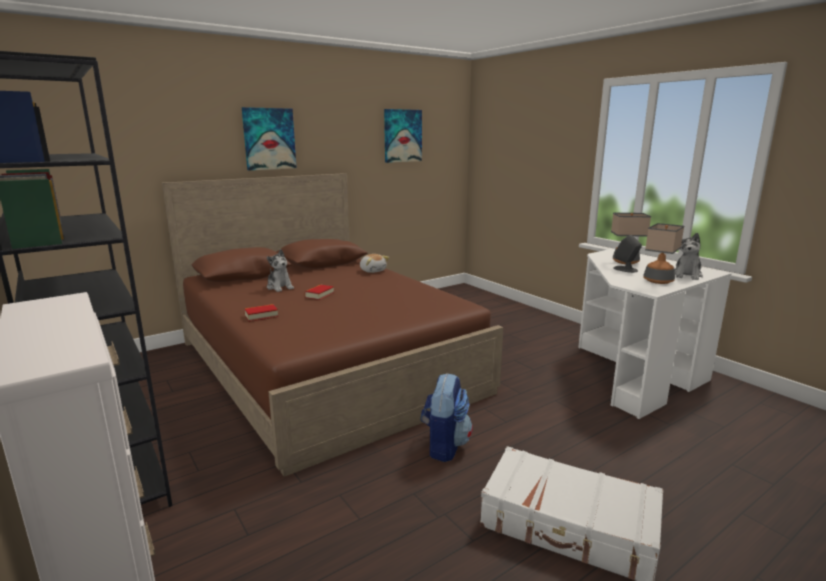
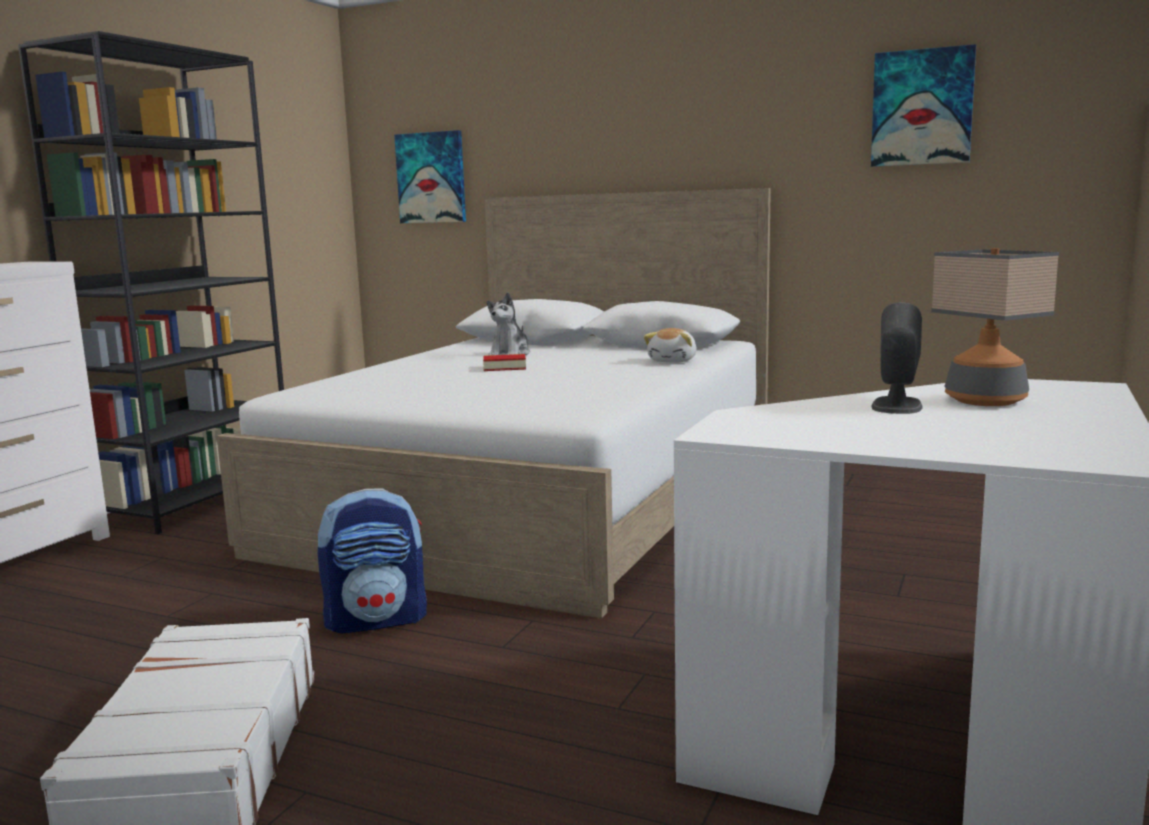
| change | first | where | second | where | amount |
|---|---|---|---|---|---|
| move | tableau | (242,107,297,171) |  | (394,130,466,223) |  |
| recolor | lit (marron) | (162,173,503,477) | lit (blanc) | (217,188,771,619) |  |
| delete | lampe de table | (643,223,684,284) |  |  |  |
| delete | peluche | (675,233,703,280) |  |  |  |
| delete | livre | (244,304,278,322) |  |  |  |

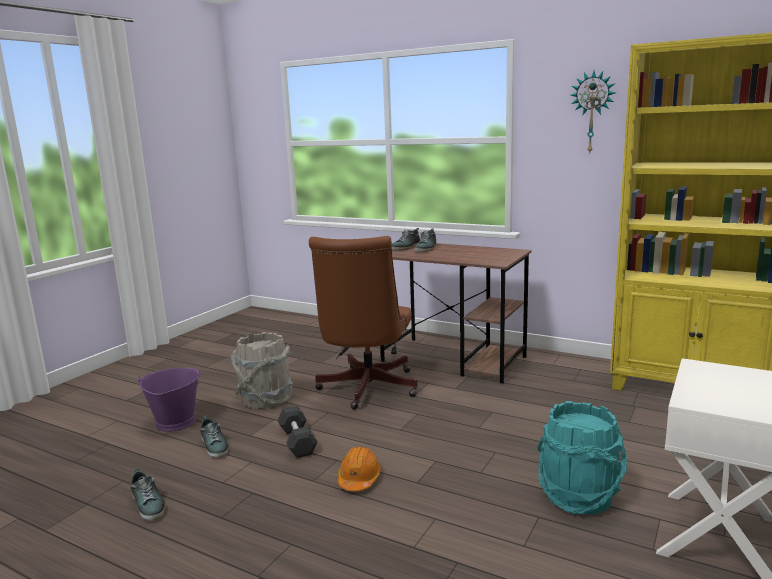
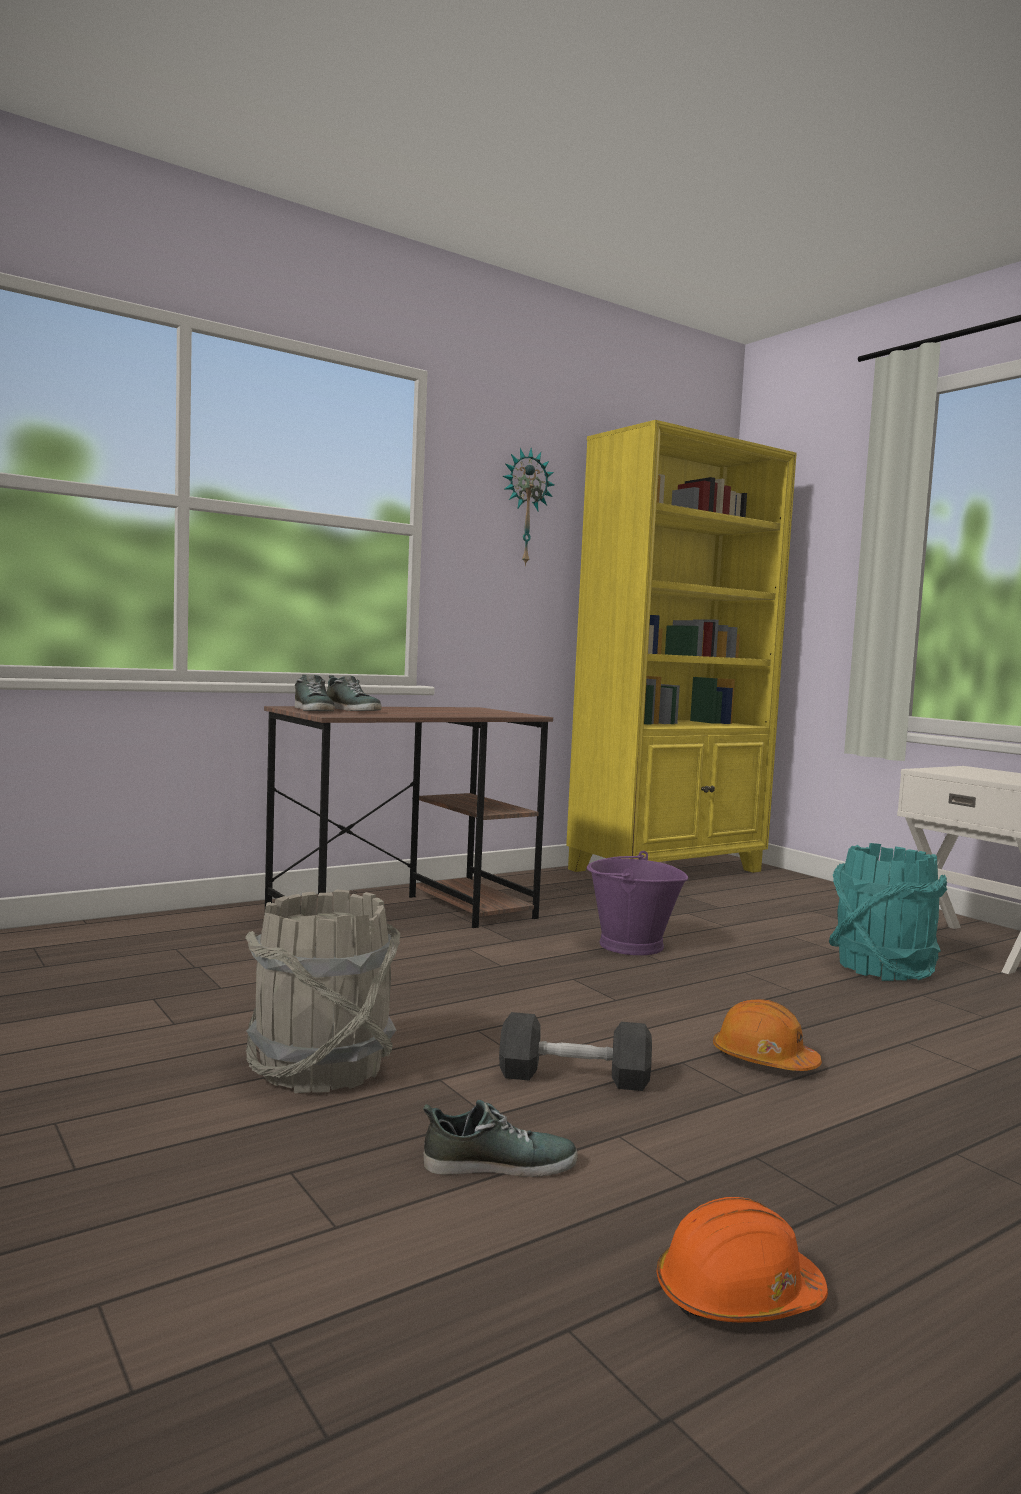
| change | first | where | second | where | amount |
|---|---|---|---|---|---|
| delete | chaise de bureau (marron) | (309,236,418,409) |  |  |  |
| move | seau (violet) | (137,368,202,432) |  | (587,851,688,955) |  |
| replace | chaussure | (130,468,165,521) | casque de chantier (orange) | (657,1197,828,1322) |  |

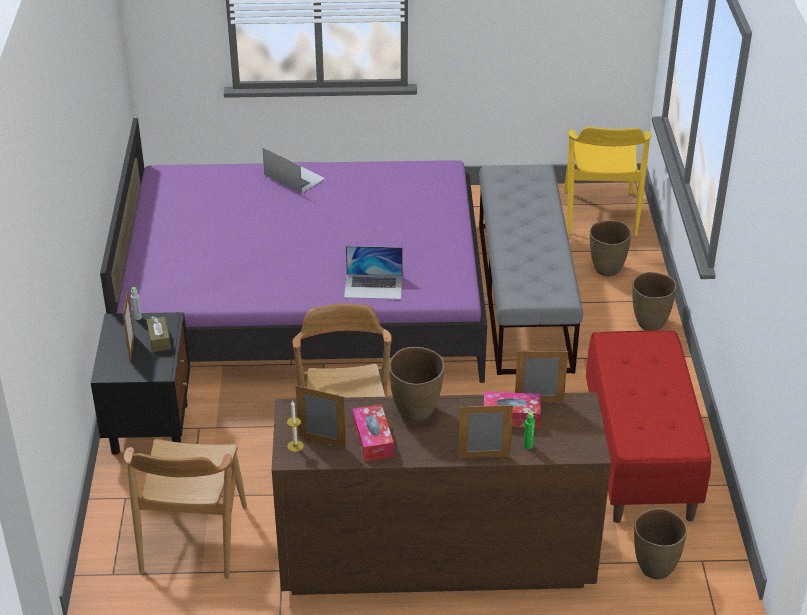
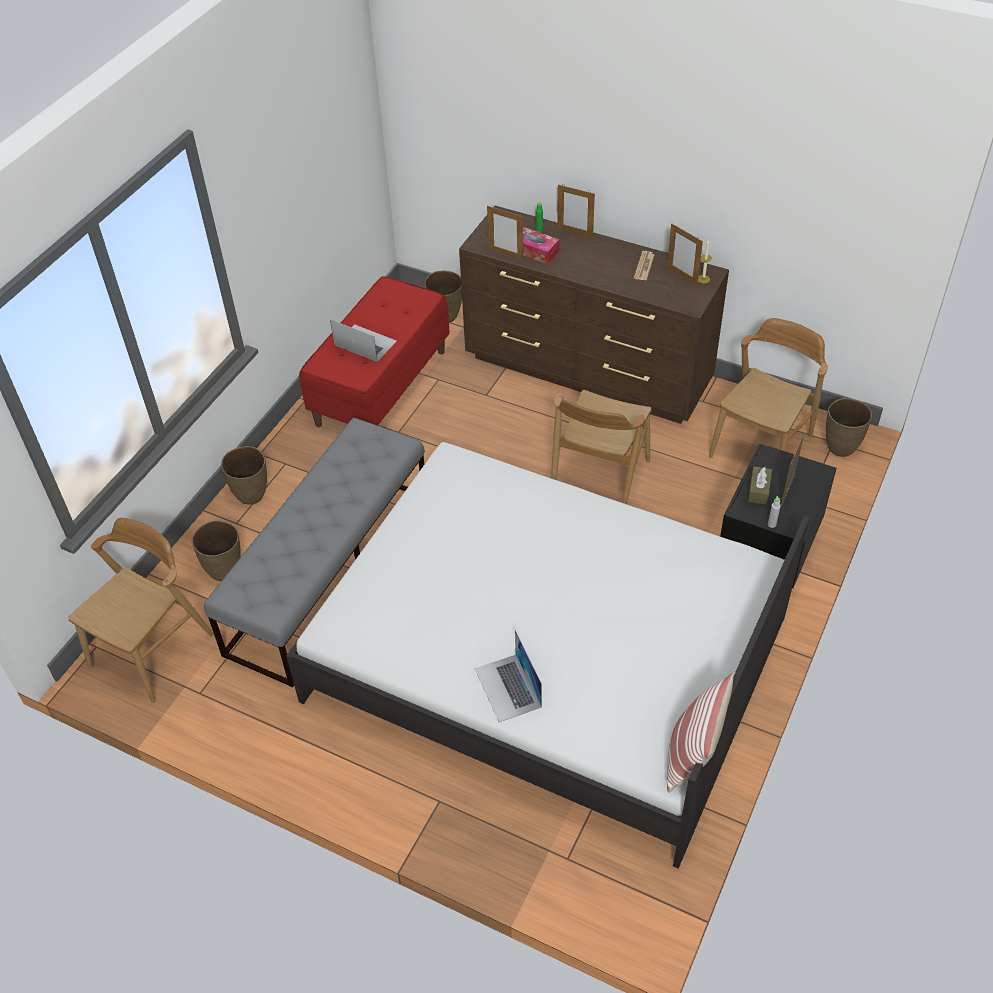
| change | first | where | second | where | amount |
|---|---|---|---|---|---|
| recolor | lit (violet) | (100,118,487,383) | lit (blanc) | (286,442,810,869) |  |
| recolor | chaise (jaune) | (564,127,651,236) | chaise (marron) | (68,518,214,703) |  |
| move | ordinateur portable | (344,246,403,299) |  | (330,319,397,362) |  |
| move | vase (marron) | (389,347,444,422) |  | (826,398,872,457) |  |
| replace | boîte à mouchoirs | (353,404,394,461) | journal | (634,251,655,281) |  |
| insert |  |  | coussin | (667,673,734,793) |  |

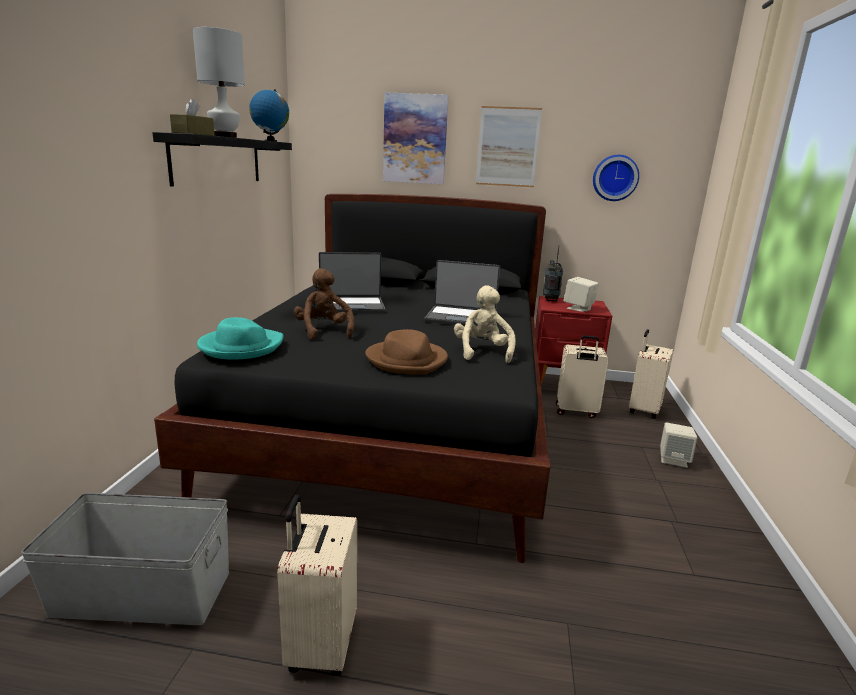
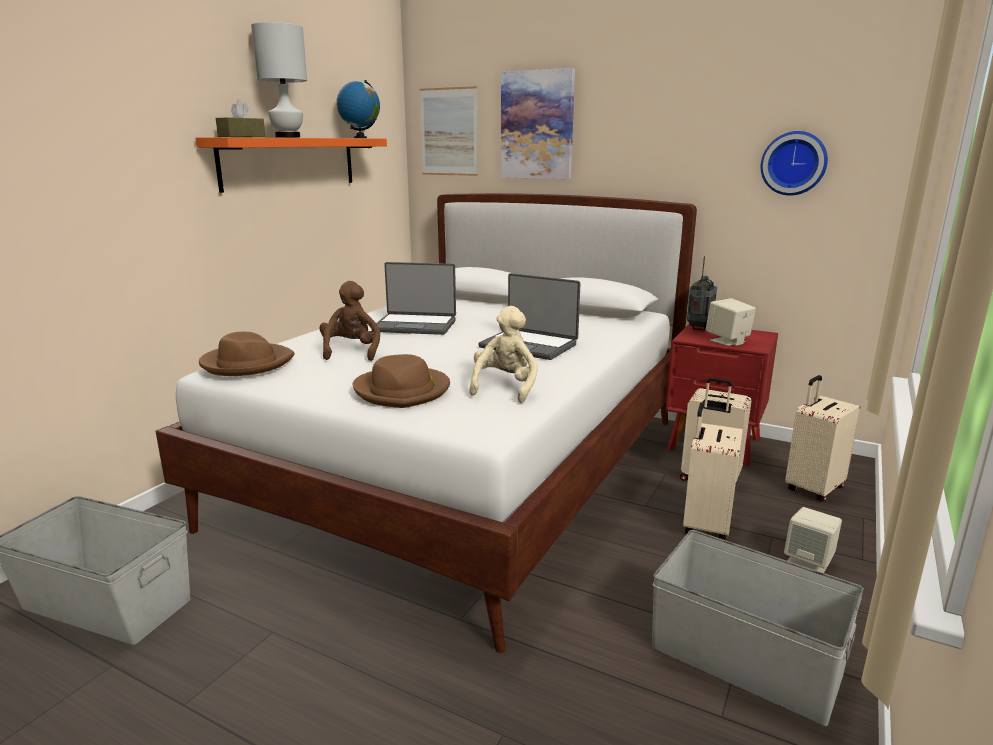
| change | first | where | second | where | amount |
|---|---|---|---|---|---|
| move | tableau | (476,106,542,187) |  | (420,86,478,176) |  |
| recolor | étagère (noir) | (152,132,292,186) | étagère (orange) | (196,137,387,193) |  |
| recolor | lit (noir) | (154,194,550,563) | lit (blanc) | (155,193,697,653) |  |
| recolor | chapeau (turquoise) | (197,317,284,360) | chapeau (marron) | (199,332,294,376) |  |
| move | valise (beige) | (277,495,357,676) |  | (683,402,743,540) |  |
| insert |  |  | boîte de rangement (gris) | (652,530,864,726) |  |

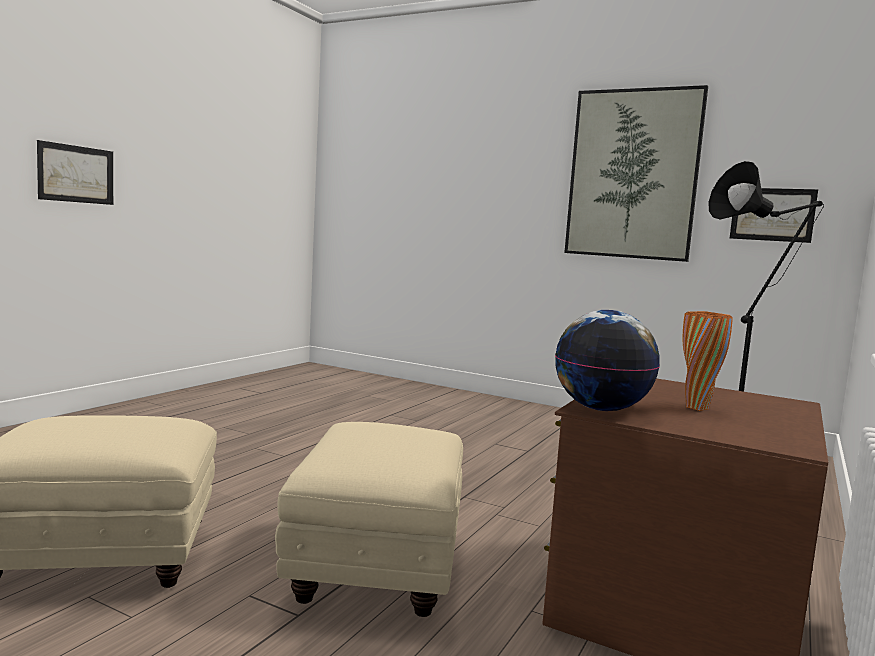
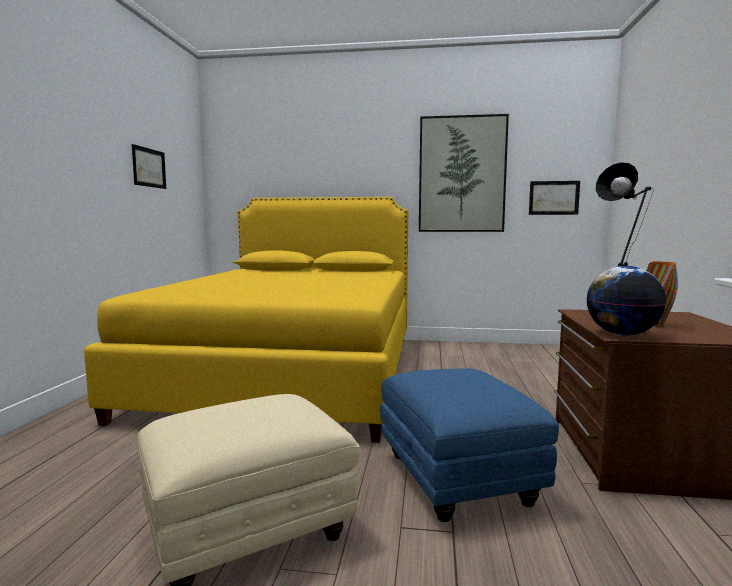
| change | first | where | second | where | amount |
|---|---|---|---|---|---|
| move | tableau | (37,140,113,205) |  | (132,144,166,189) |  |
| recolor | pouf (beige) | (275,422,463,617) | pouf (bleu) | (380,369,559,522) |  |
| insert |  |  | lit (jaune) | (84,197,408,443) |  |

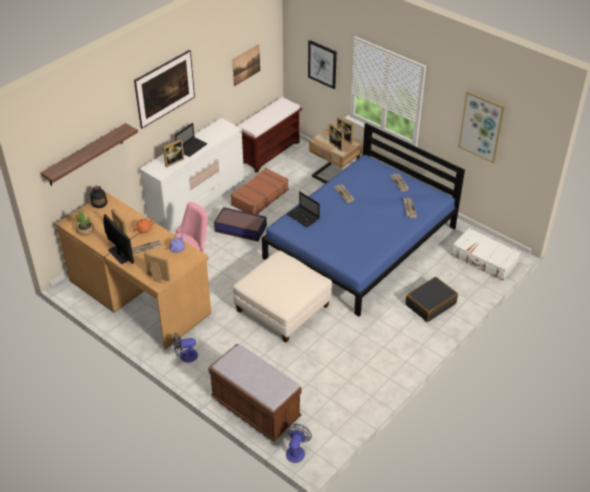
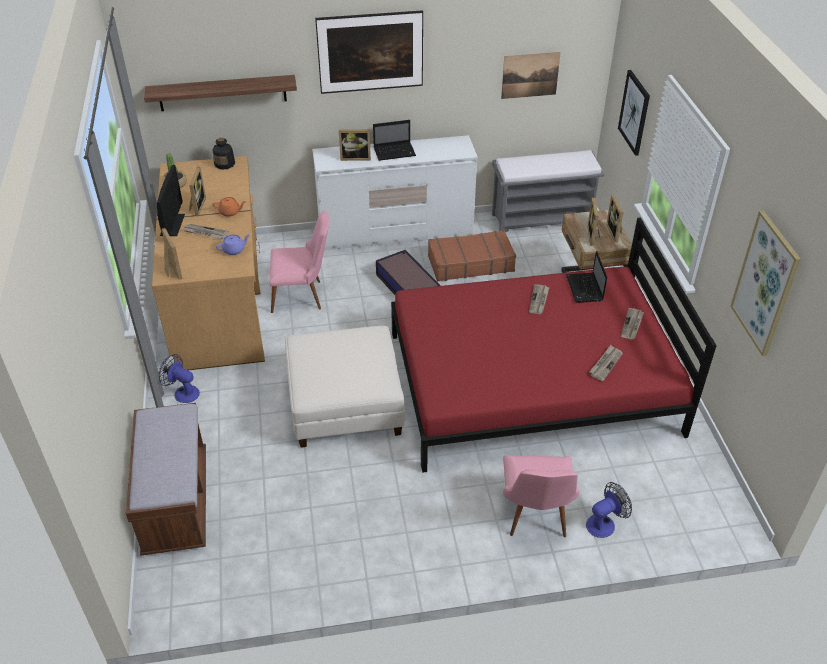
| change | first | where | second | where | amount |
|---|---|---|---|---|---|
| recolor | banc (marron) | (238,97,302,173) | banc (gris) | (492,150,604,233) |  |
| recolor | lit (bleu) | (262,123,465,317) | lit (rouge) | (391,217,717,473) |  |
| move | ordinateur portable | (287,191,320,227) |  | (566,251,607,303) |  |
| delete | valise (blanc) | (451,228,521,281) |  |  |  |
| replace | valise (noir) | (405,277,458,322) | chaise (rose) | (503,455,579,537) |  |
| move | ventilateur | (286,424,312,463) |  | (586,482,632,538) |  |

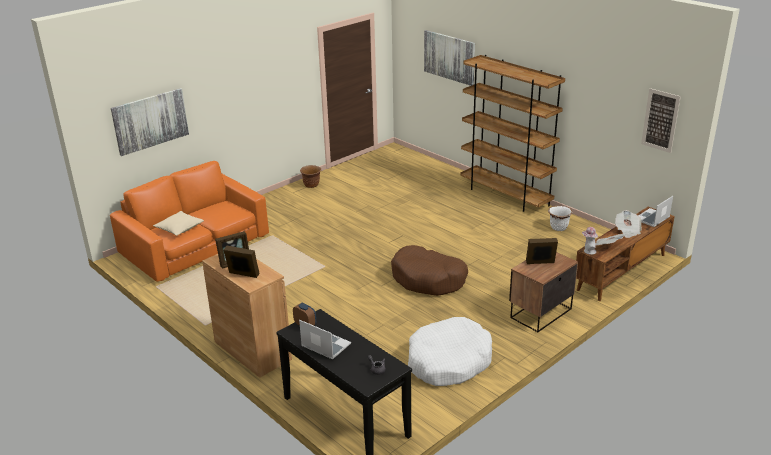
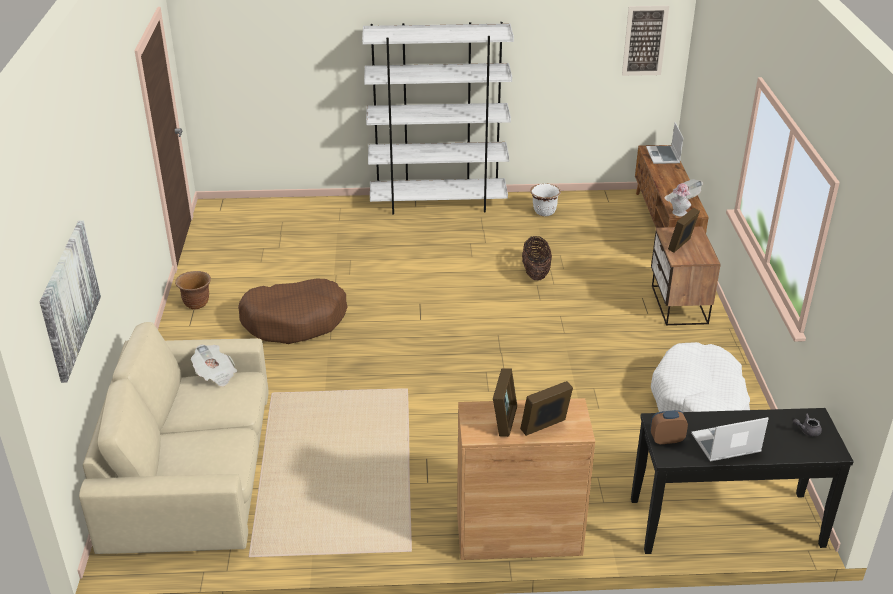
| change | first | where | second | where | amount |
|---|---|---|---|---|---|
| delete | tableau | (424,30,475,86) |  |  |  |
| recolor | bibliothèque (marron) | (460,55,565,212) | bibliothèque (blanc) | (362,22,514,214) |  |
| recolor | canapé (orange) | (110,161,269,282) | canapé (beige) | (79,322,269,554) |  |
| move | journal | (615,210,641,238) |  | (191,344,237,387) |  |
| delete | coussin (beige) | (153,211,204,236) |  |  |  |
| move | panier pour chien (marron) | (391,245,468,296) |  | (238,279,347,344) |  |
| insert |  |  | panier | (522,236,552,280) |  |

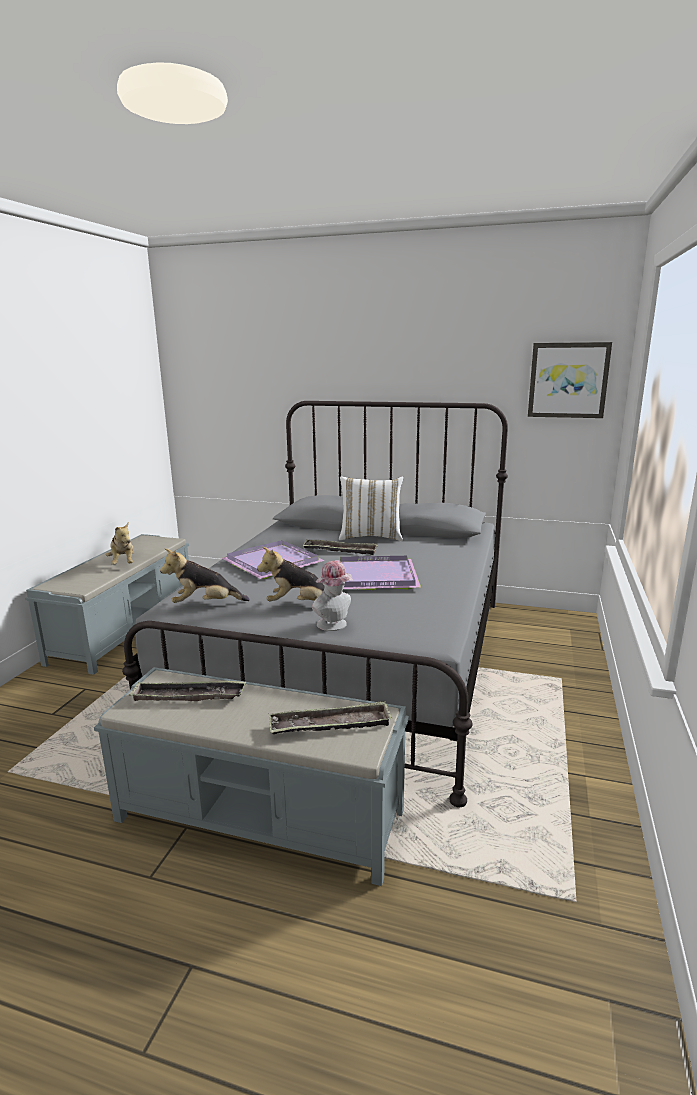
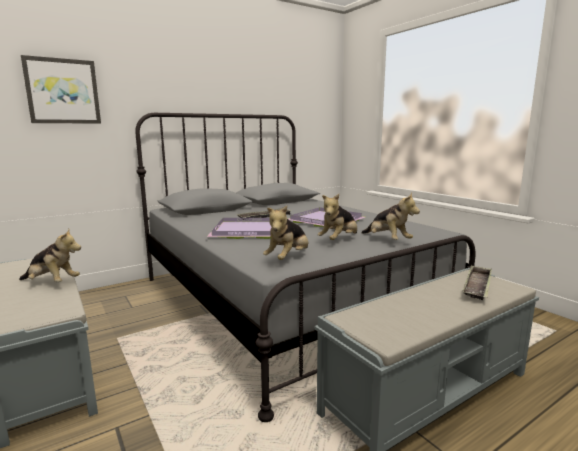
| change | first | where | second | where | amount |
|---|---|---|---|---|---|
| move | tableau | (528,342,612,418) |  | (21,55,101,124) |  |
| delete | coussin (blanc) | (339,476,403,541) |  |  |  |
| replace | chapeau | (312,561,353,631) | peluche | (362,193,420,240) |  |
| delete | plateau | (129,681,246,701) |  |  |  |

